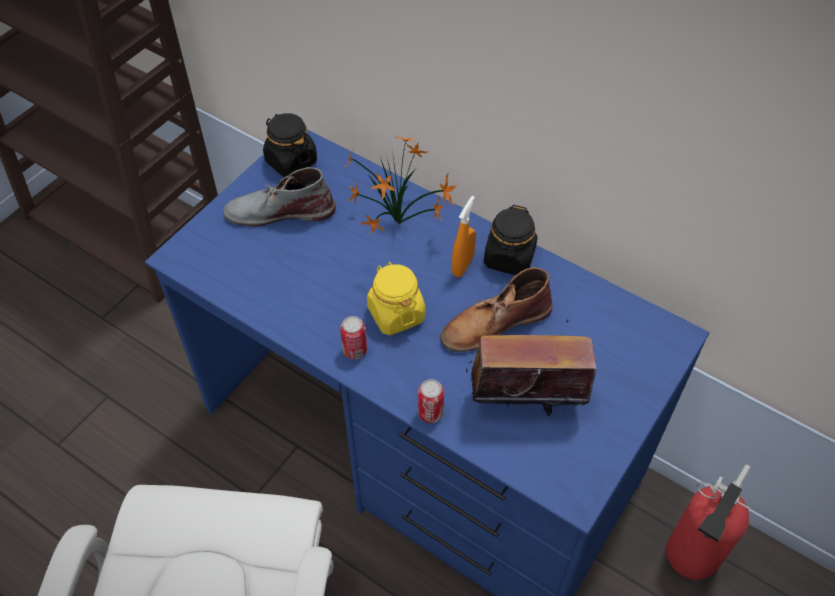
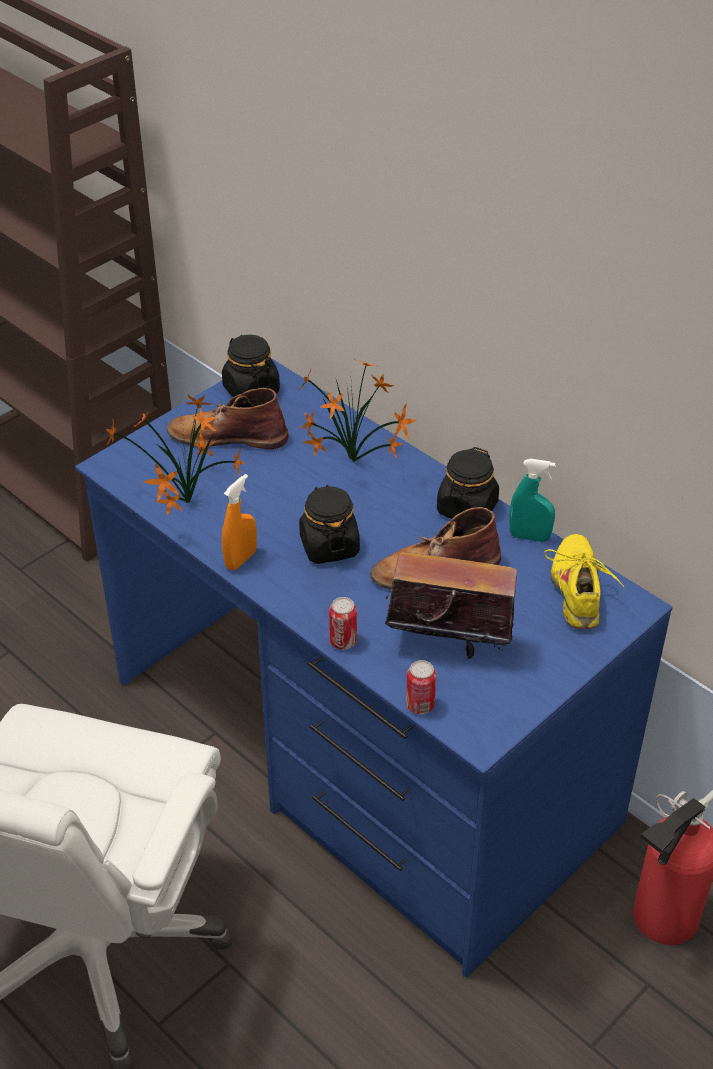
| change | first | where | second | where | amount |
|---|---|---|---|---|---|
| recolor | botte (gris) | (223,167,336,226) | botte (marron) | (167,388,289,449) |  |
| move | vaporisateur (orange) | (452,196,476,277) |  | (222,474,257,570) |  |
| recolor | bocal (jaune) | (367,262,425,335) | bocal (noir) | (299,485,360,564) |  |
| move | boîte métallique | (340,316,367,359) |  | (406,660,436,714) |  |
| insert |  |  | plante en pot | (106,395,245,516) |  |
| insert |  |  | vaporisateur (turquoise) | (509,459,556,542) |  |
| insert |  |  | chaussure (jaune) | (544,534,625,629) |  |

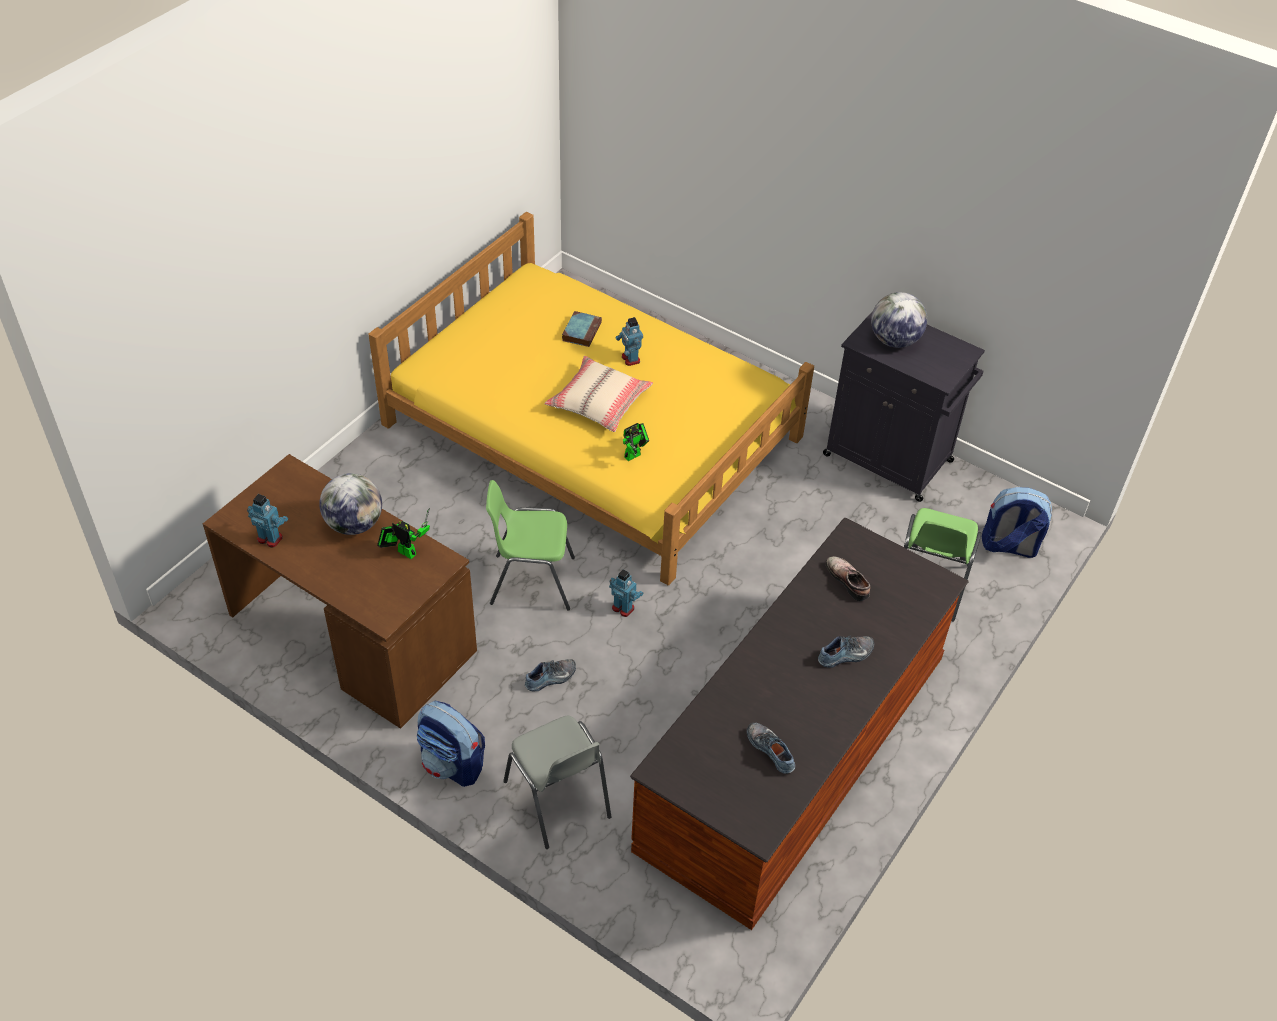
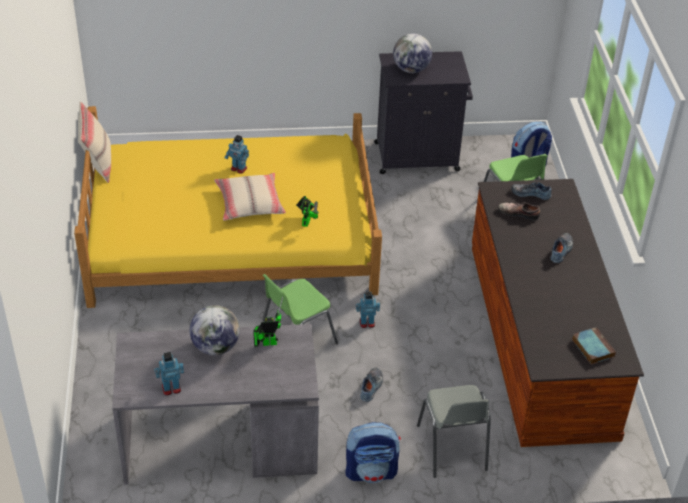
| change | first | where | second | where | amount |
|---|---|---|---|---|---|
| move | livre | (562,311,602,347) |  | (572,327,616,365) |  |
| recolor | bureau (marron) | (203,454,477,729) | bureau (gris) | (112,324,319,485) |  |
| rotate | chaise (gris) | (503,716,611,849) |  | (417,385,491,478) | 60 degrees clockwise |
| move | chaussure | (747,723,795,774) |  | (511,182,552,200) |  |
| insert |  |  | coussin (beige) | (78,101,111,183) |  |

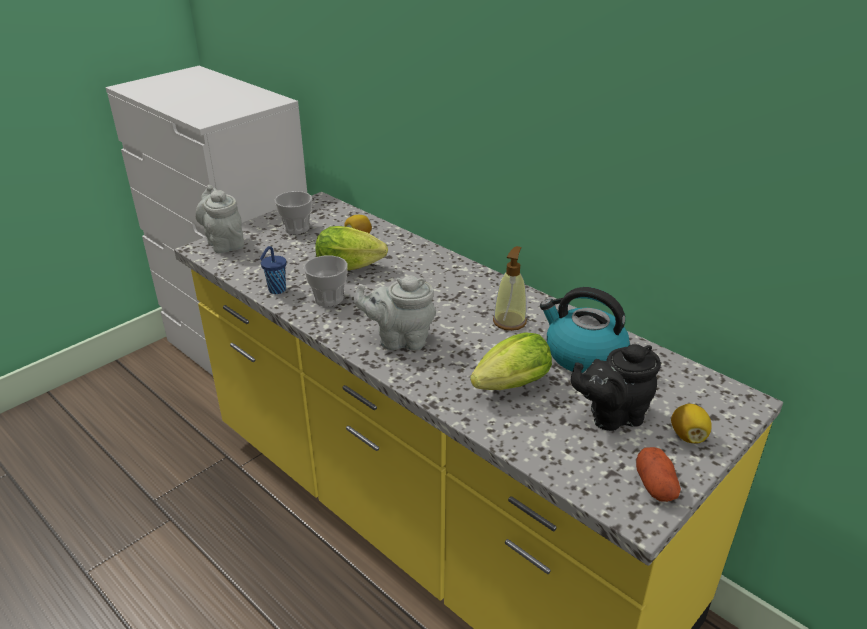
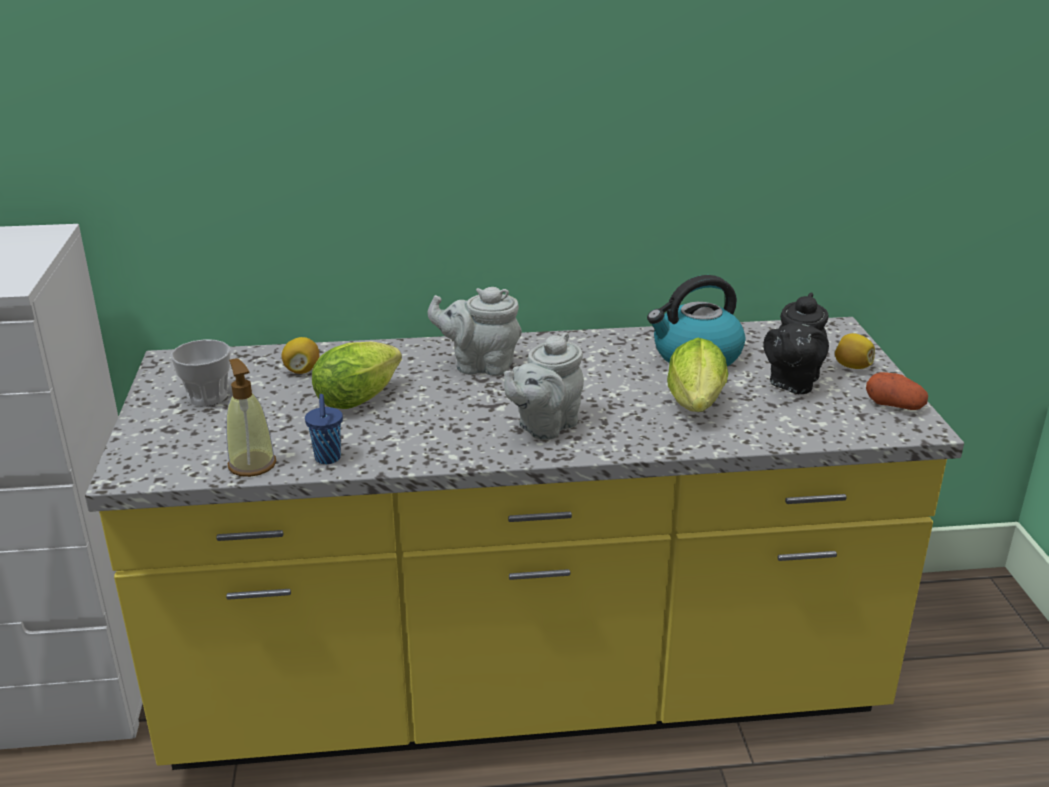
| change | first | where | second | where | amount |
|---|---|---|---|---|---|
| move | théière (gris) | (195,185,244,253) |  | (428,287,522,376) |  |
| move | distributeur de savon | (493,246,527,331) |  | (226,358,276,477) |  |
| delete | tasse | (304,255,348,307) |  |  |  |

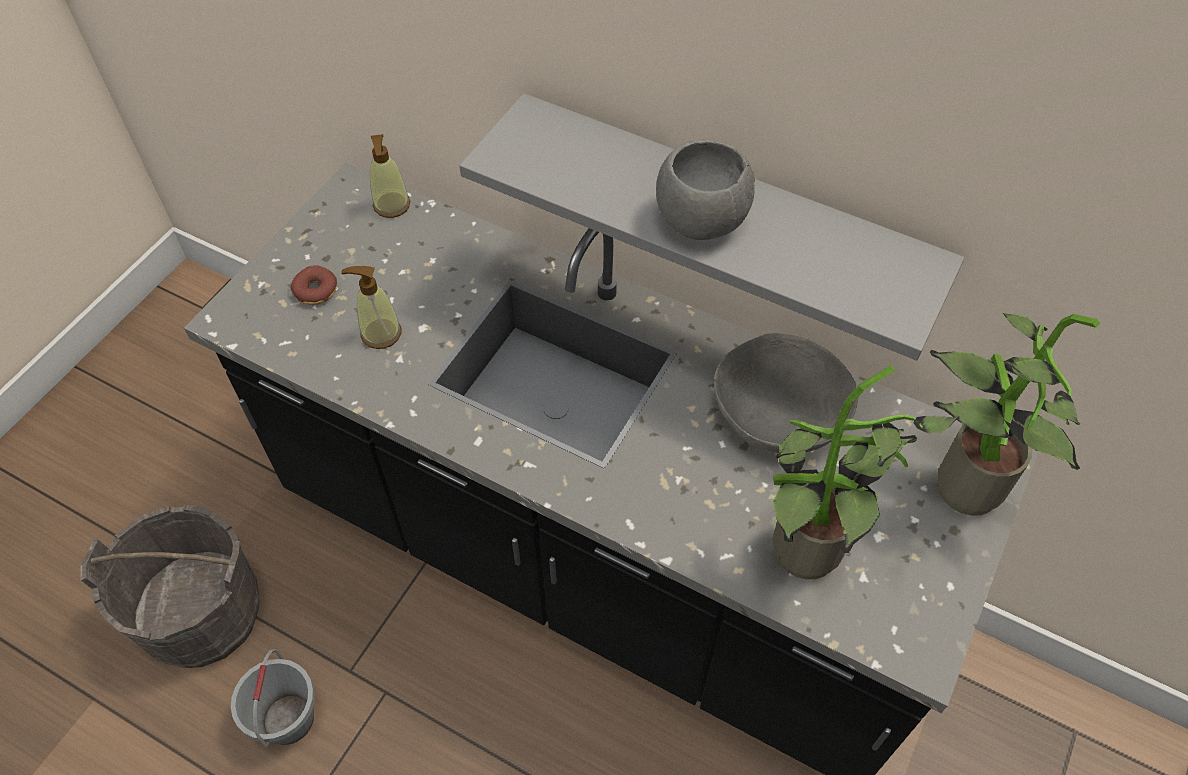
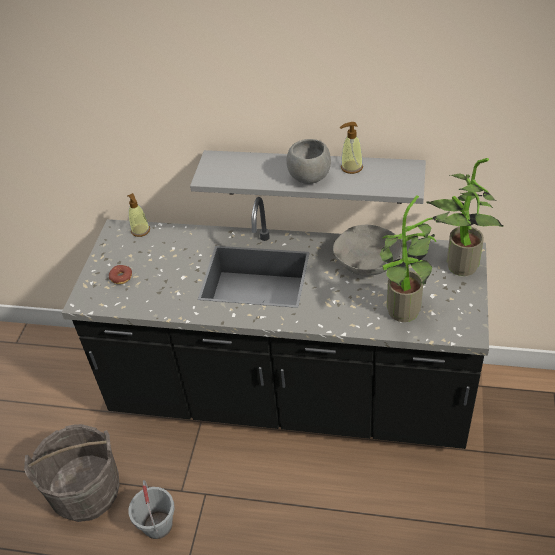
| change | first | where | second | where | amount |
|---|---|---|---|---|---|
| move | distributeur de savon | (341,266,401,349) |  | (340,122,363,174) |  |

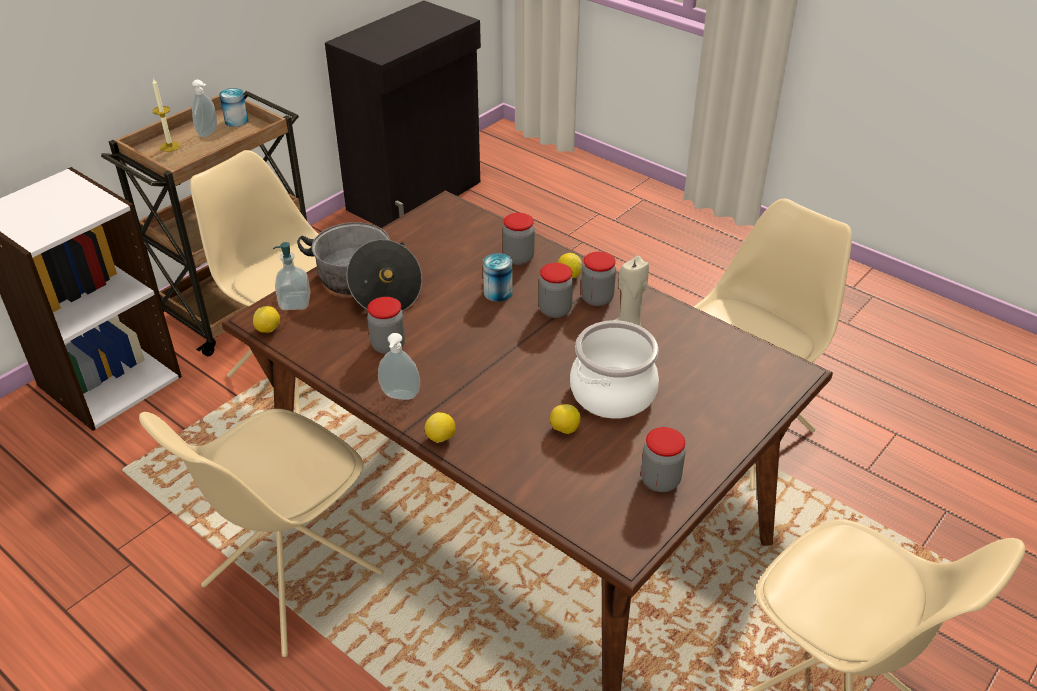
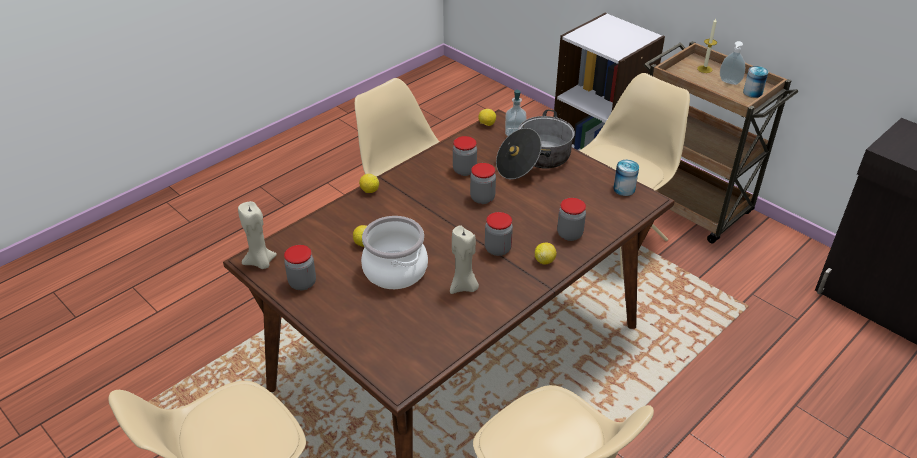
| change | first | where | second | where | amount |
|---|---|---|---|---|---|
| move | bocal | (581,252,616,306) |  | (470,163,496,204) |  |
| move | boîte métallique | (483,253,513,302) |  | (613,160,639,196) |  |
| delete | distributeur de savon | (378,333,420,400) |  |  |  |
| insert |  |  | bougie (beige) | (238,201,277,269) |  |

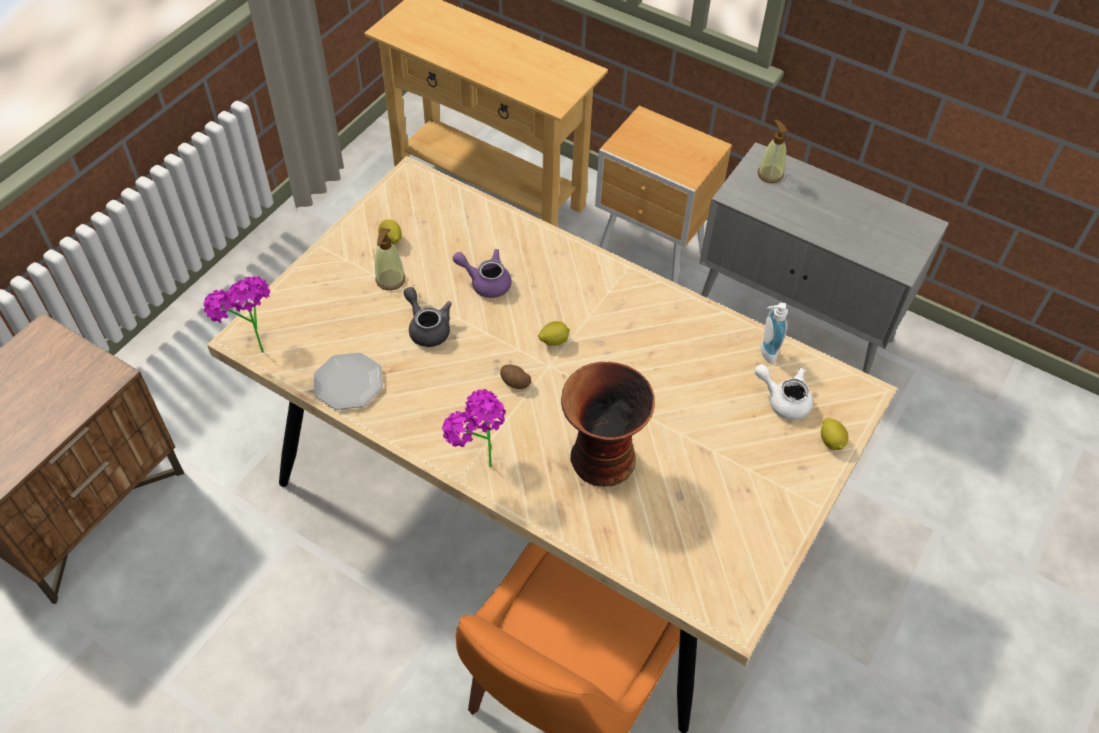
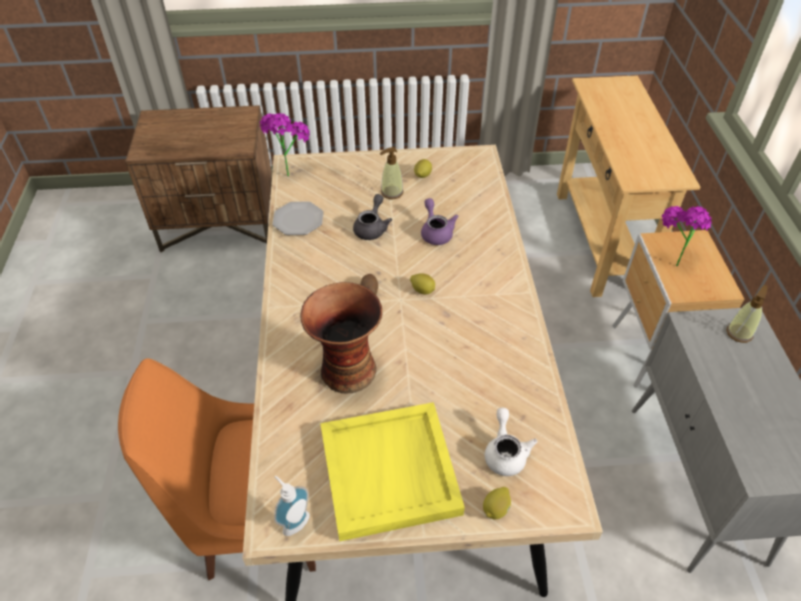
| change | first | where | second | where | amount |
|---|---|---|---|---|---|
| move | distributeur de savon | (760,303,787,364) |  | (274,476,310,536) |  |
| move | plante en pot | (442,389,506,467) |  | (661,206,712,266) |  |
| insert |  |  | plateau (jaune) | (320,402,465,541) |  |

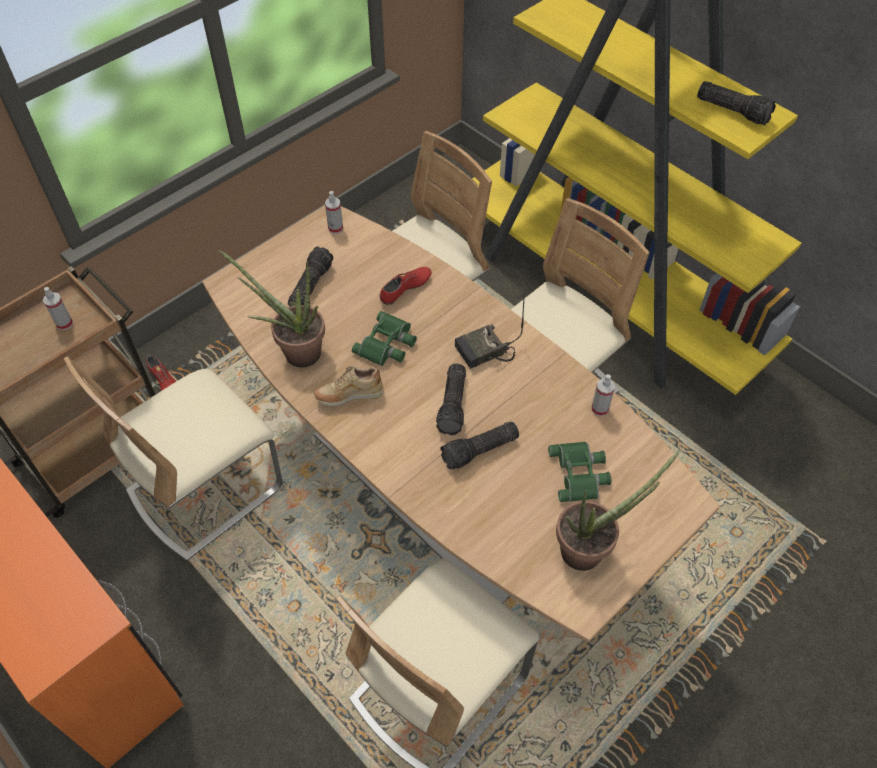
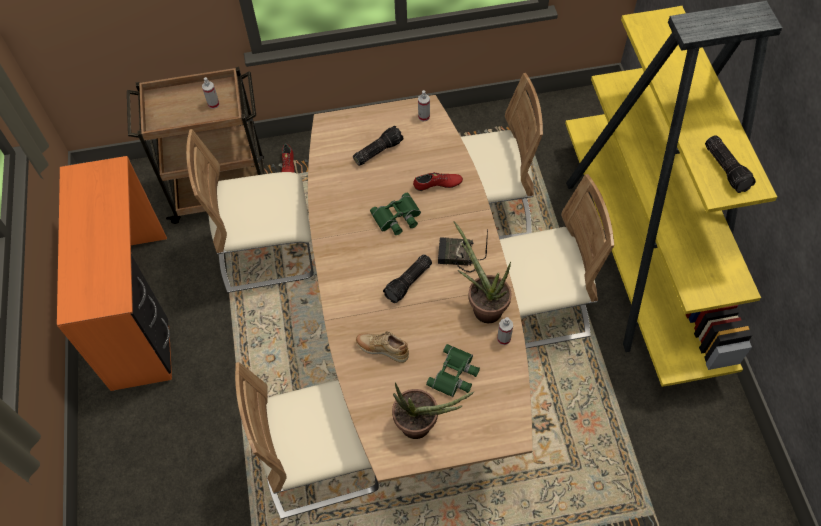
| change | first | where | second | where | amount |
|---|---|---|---|---|---|
| move | plante en pot | (218,249,325,367) |  | (454,221,511,323) |  |
| move | chaussure (beige) | (314,366,383,406) |  | (356,331,409,363) |  |
| delete | lampe de poche | (440,422,519,470) |  |  |  |

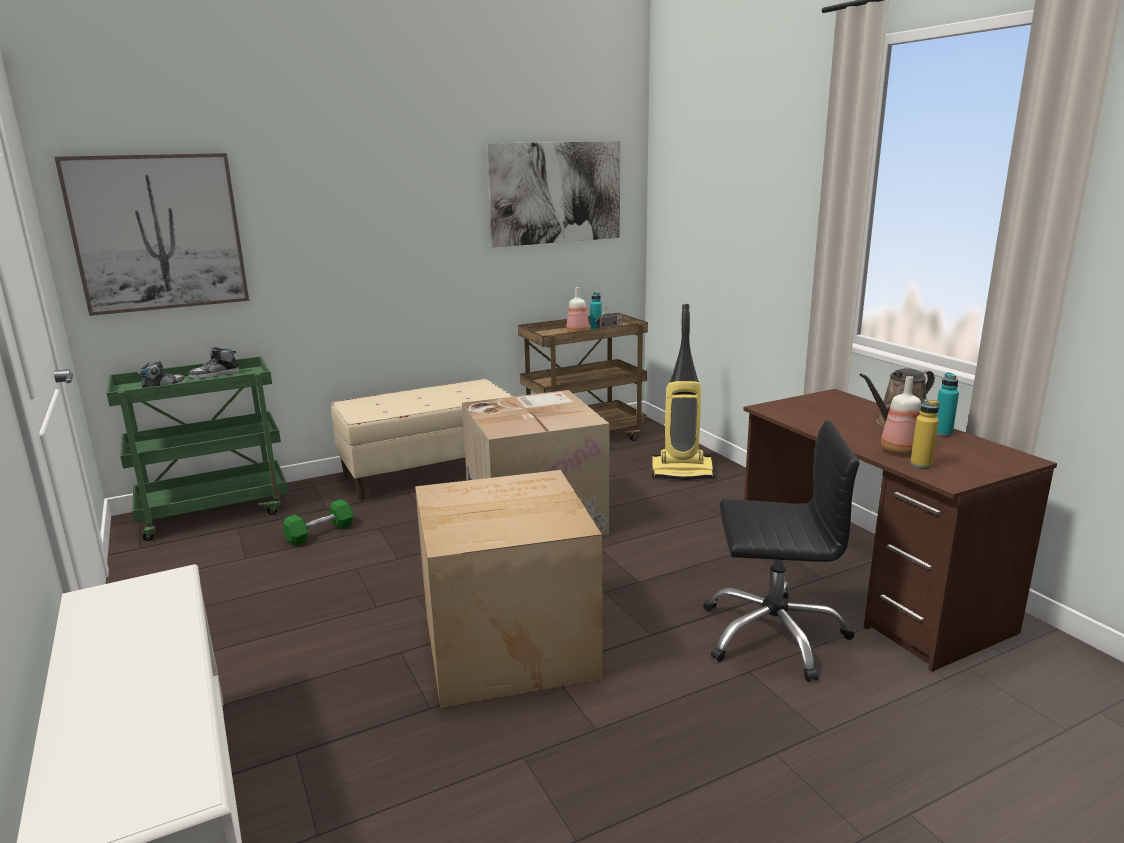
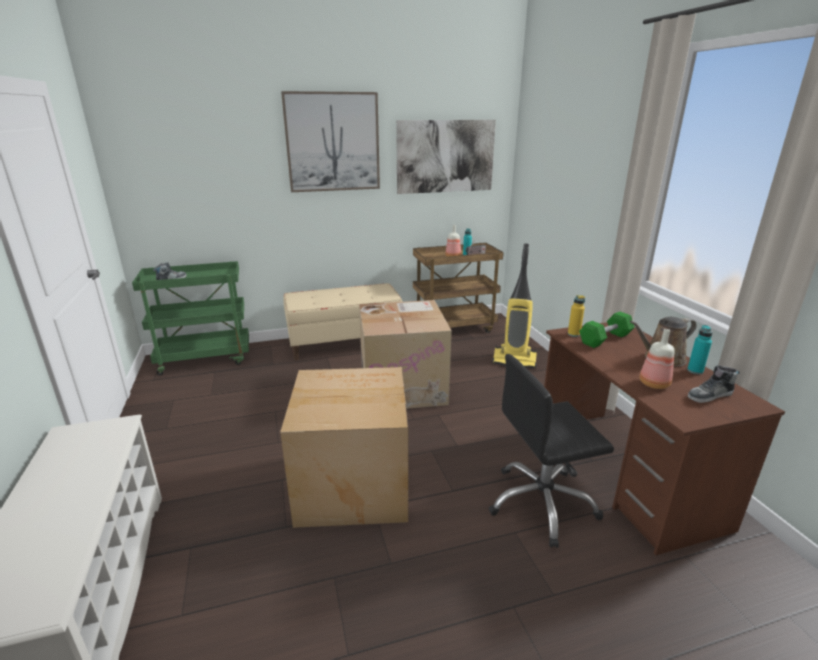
| change | first | where | second | where | amount |
|---|---|---|---|---|---|
| move | tableau | (54,153,249,316) |  | (281,91,380,192) |  |
| move | chaussure | (189,347,239,379) |  | (687,365,740,403) |  |
| move | bouteille (jaune) | (910,399,940,468) |  | (568,295,585,337) |  |
| rotate | chaise de bureau (noir) | (703,420,860,682) |  | (488,354,614,548) | 150 degrees clockwise |
| move | haltère (vert) | (283,499,354,546) |  | (579,312,635,348) |  |

